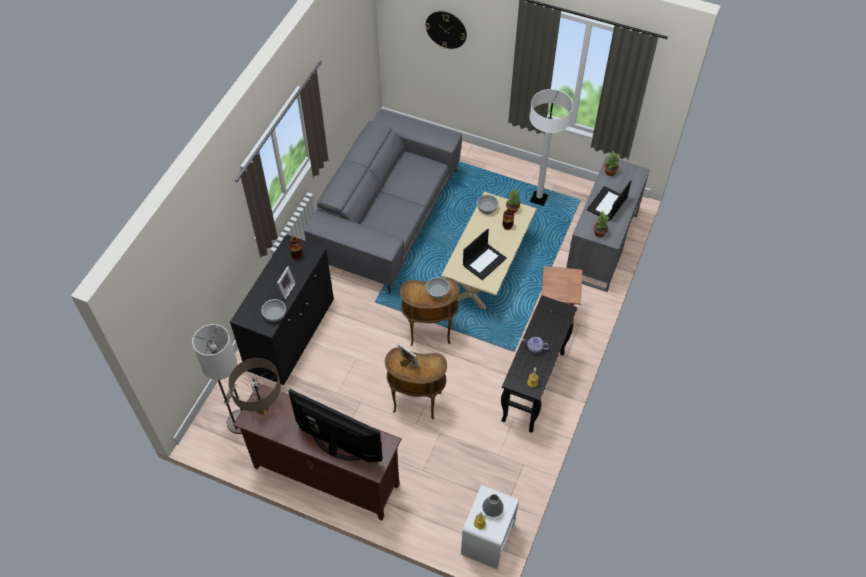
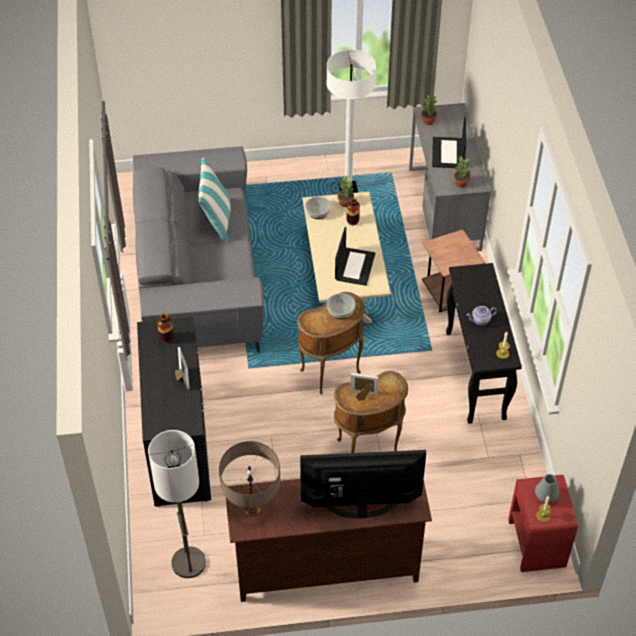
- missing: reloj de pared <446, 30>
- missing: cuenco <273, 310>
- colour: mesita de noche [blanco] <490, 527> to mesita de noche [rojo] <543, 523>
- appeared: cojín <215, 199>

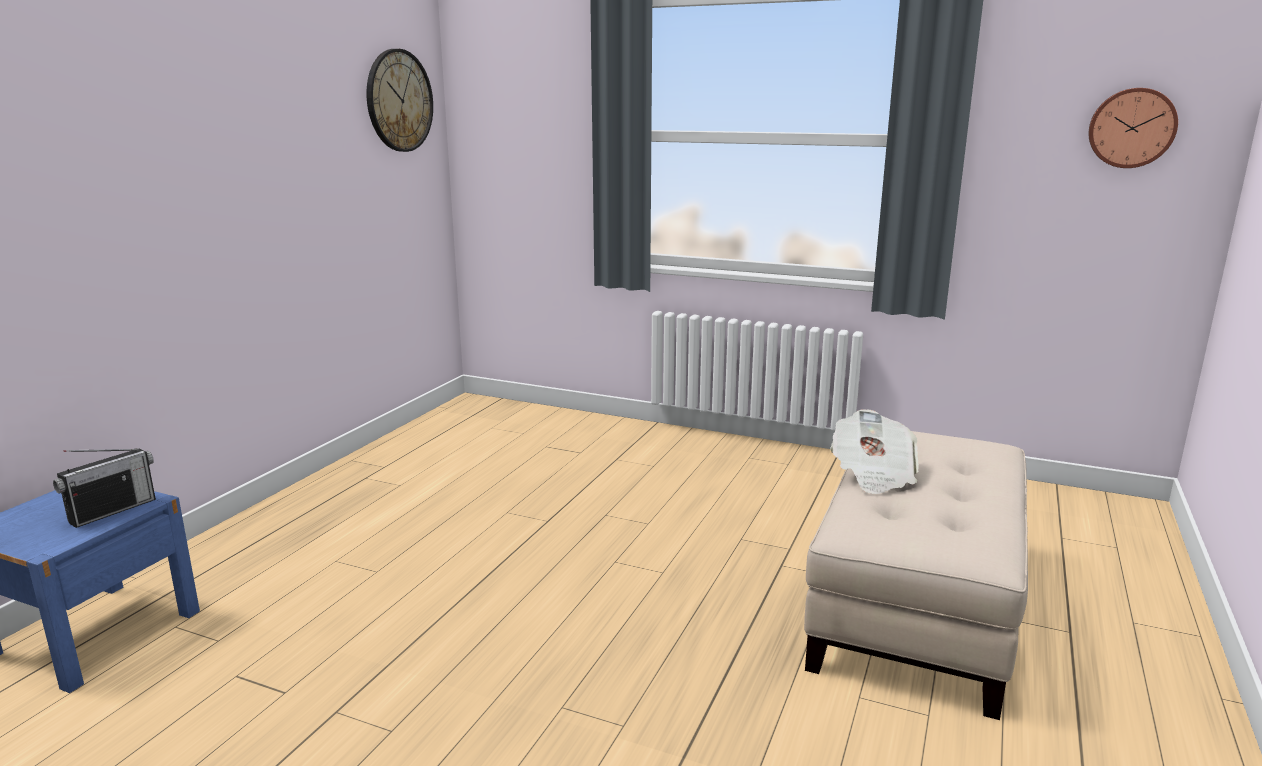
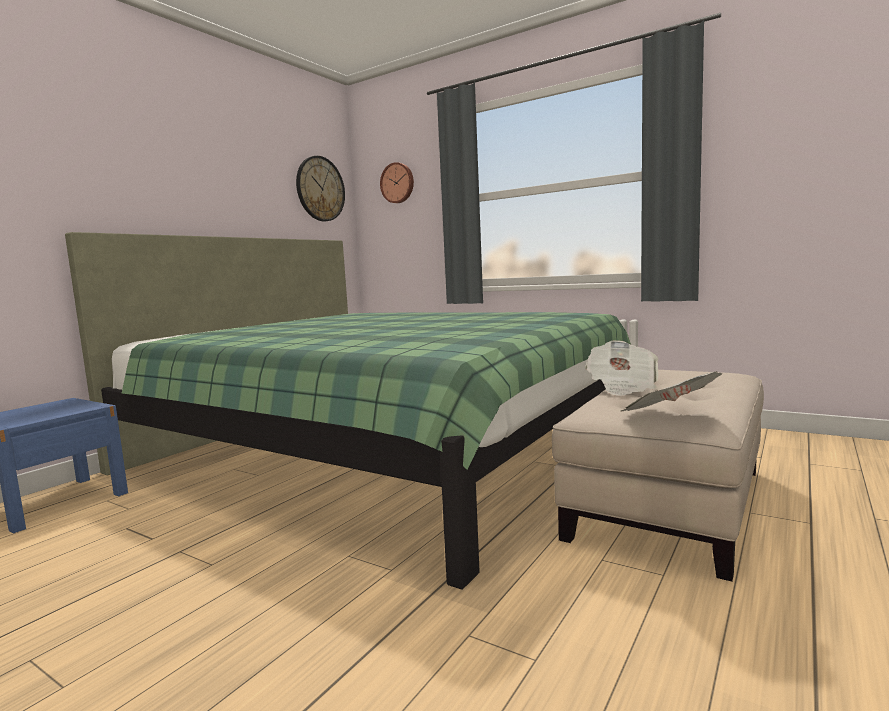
- relocated: reloj de pared <1133, 128> to <397, 182>
- missing: radio <104, 488>
- appeared: cama [verde] <348, 411>
- appeared: periódico <671, 391>

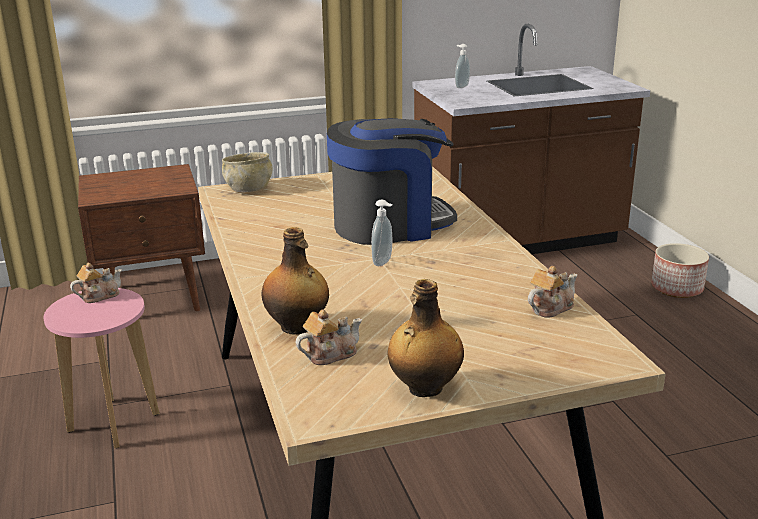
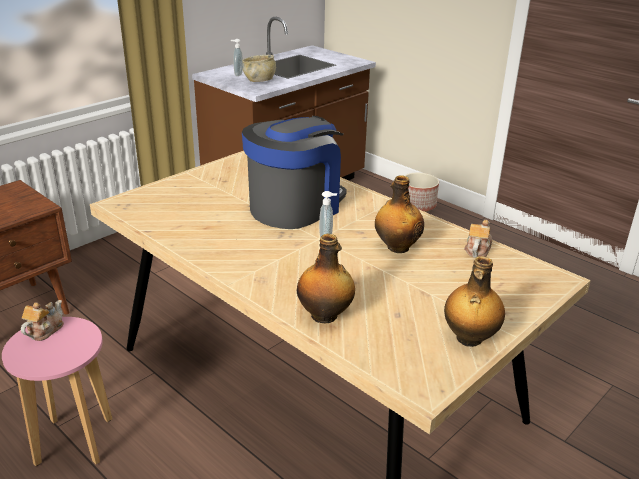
- relocated: cuenco [beis] <247, 172> to <259, 68>
- missing: tetera <329, 337>
- appeared: botella <399, 214>

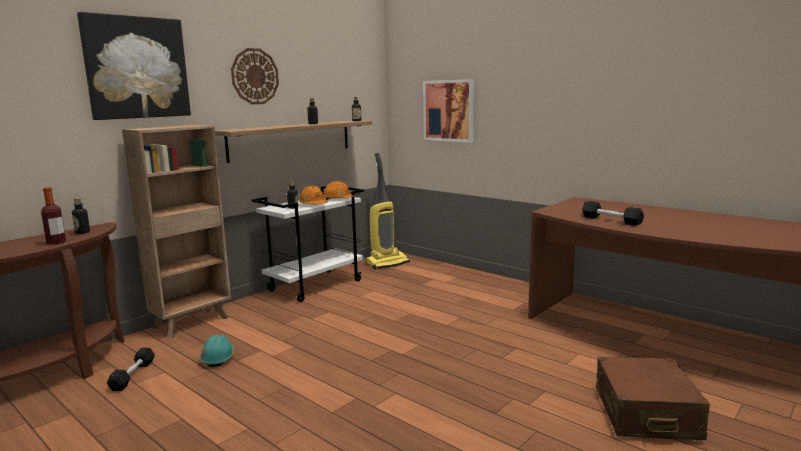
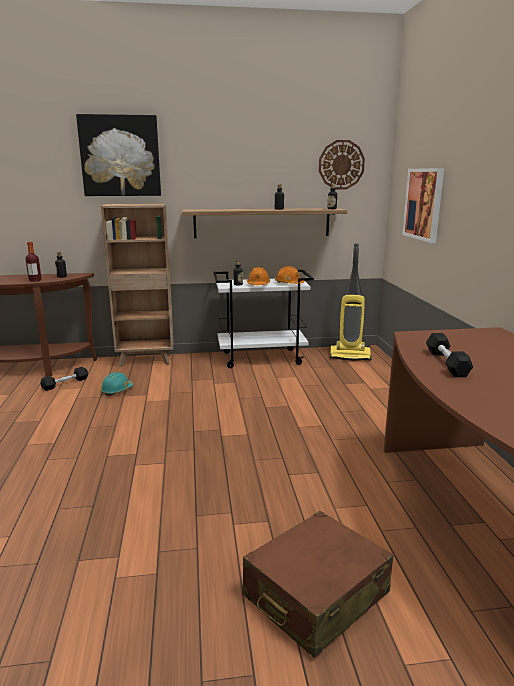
- relocated: reloj de pared <255, 76> to <342, 165>

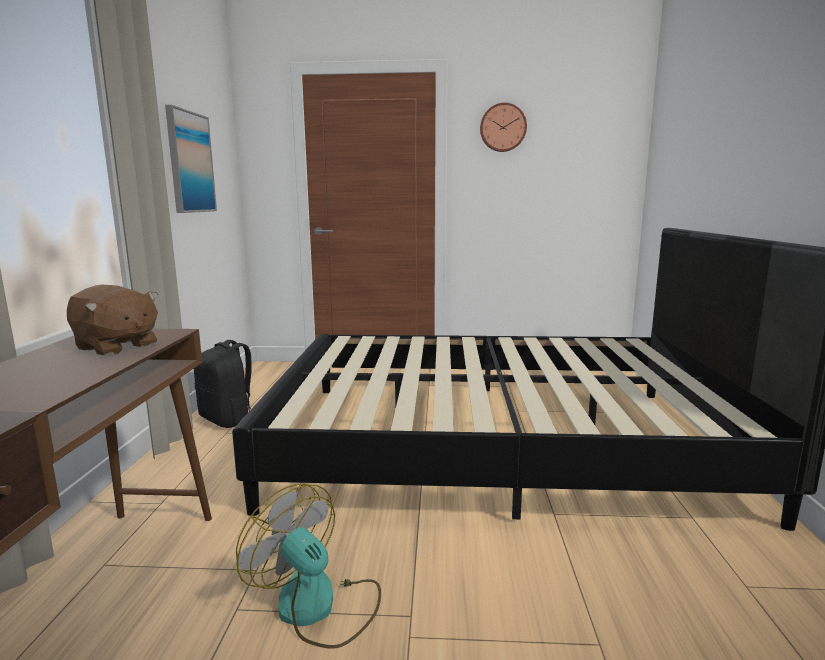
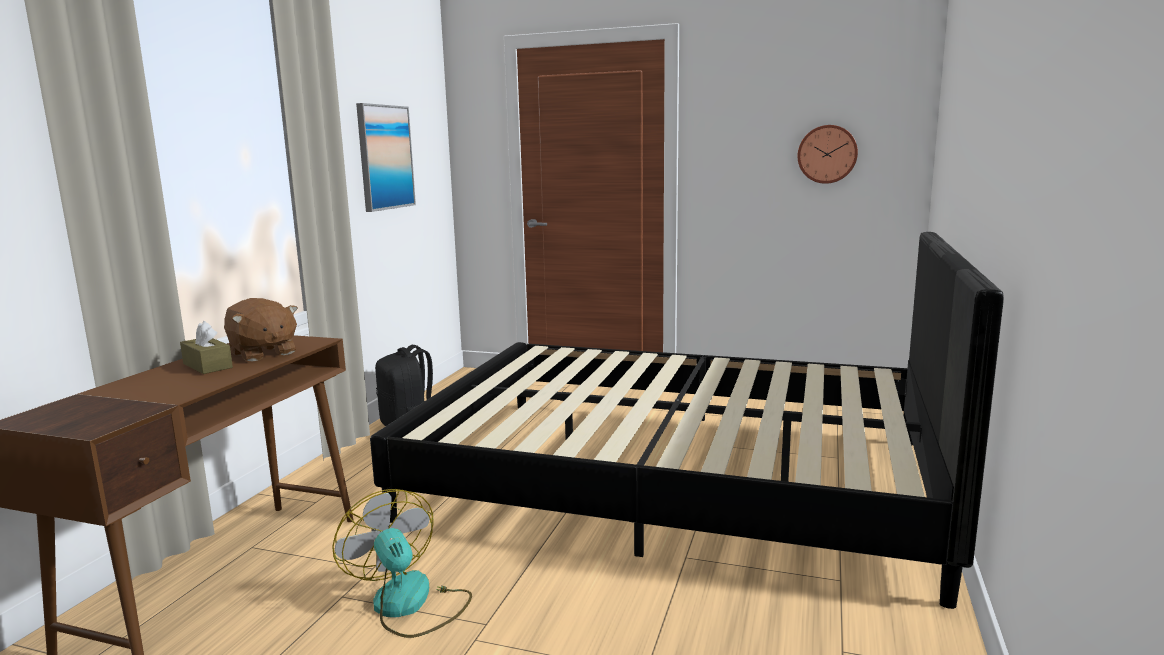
- relocated: reloj de pared <503, 127> to <828, 154>
- appeared: caja de pañuelos [marrón] <206, 347>

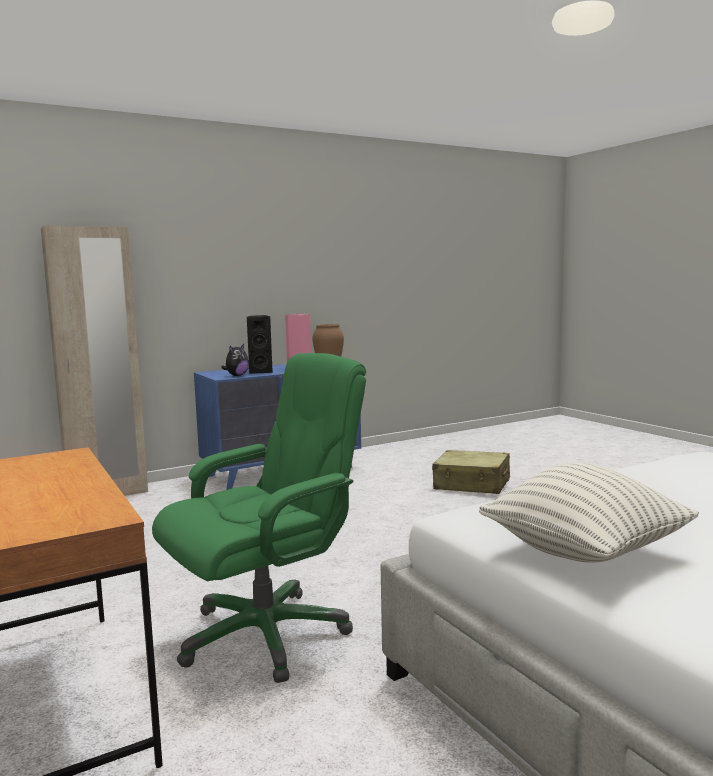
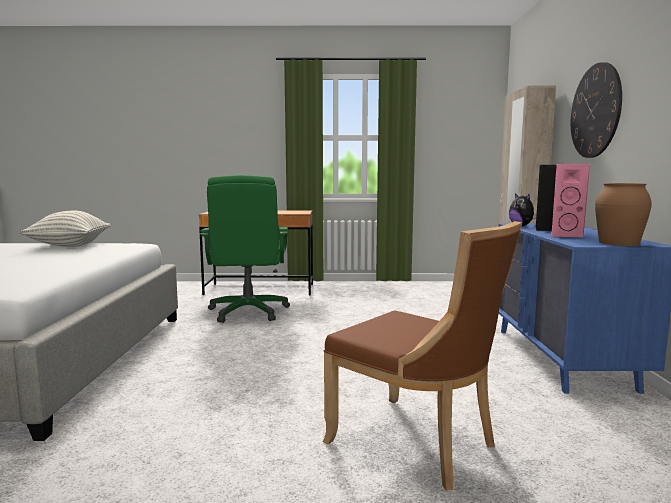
- exchanged: maleta [beis] <471, 472> to silla [marrón] <422, 356>
- appeared: reloj de pared <596, 110>

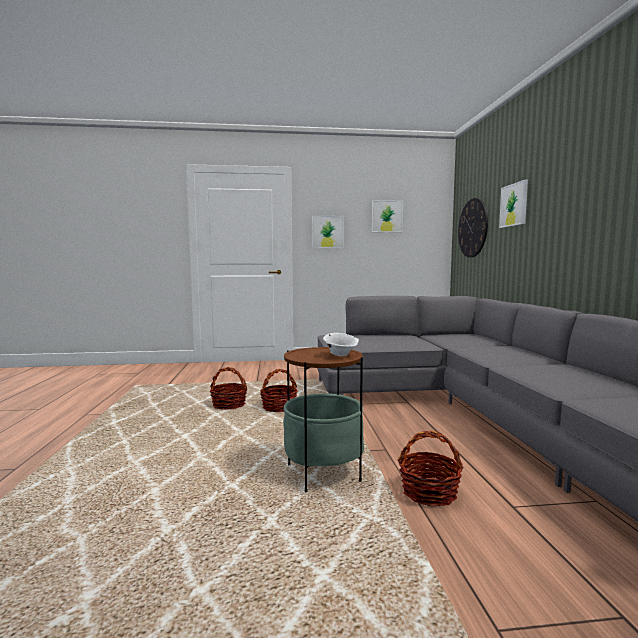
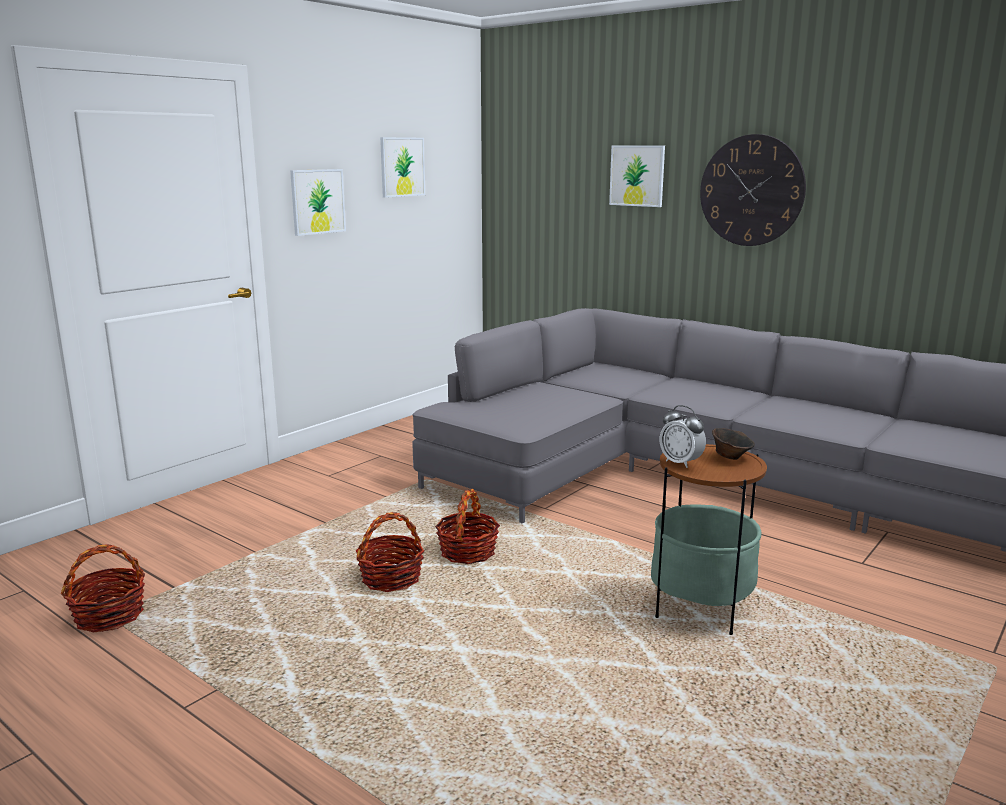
- relocated: reloj de pared <473, 228> to <753, 190>
- colour: cuenco [blanco] <341, 344> to cuenco [marrón] <733, 444>
- relocated: cesta <430, 468> to <103, 588>
- appeared: despertador <683, 436>

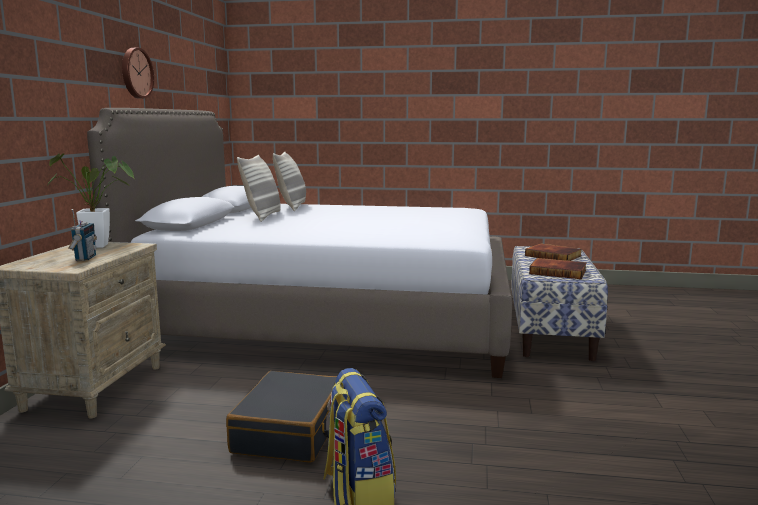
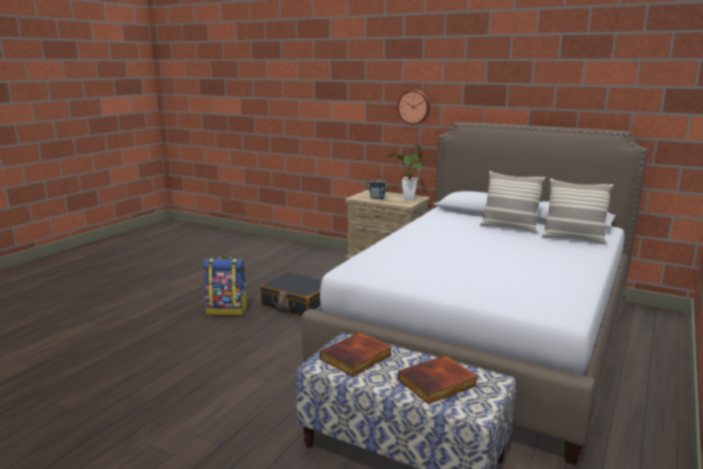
- relocated: reloj de pared <138, 73> to <413, 107>

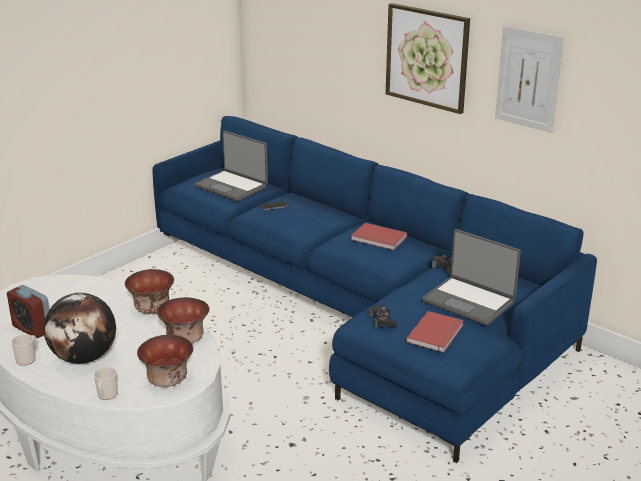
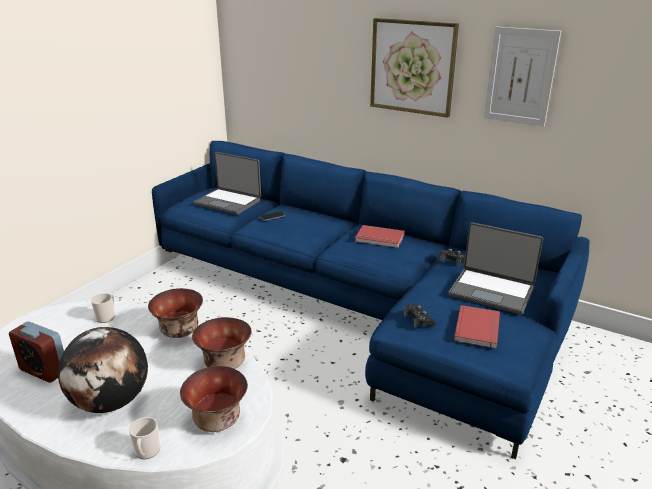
- relocated: taza grande <23, 350> to <103, 308>

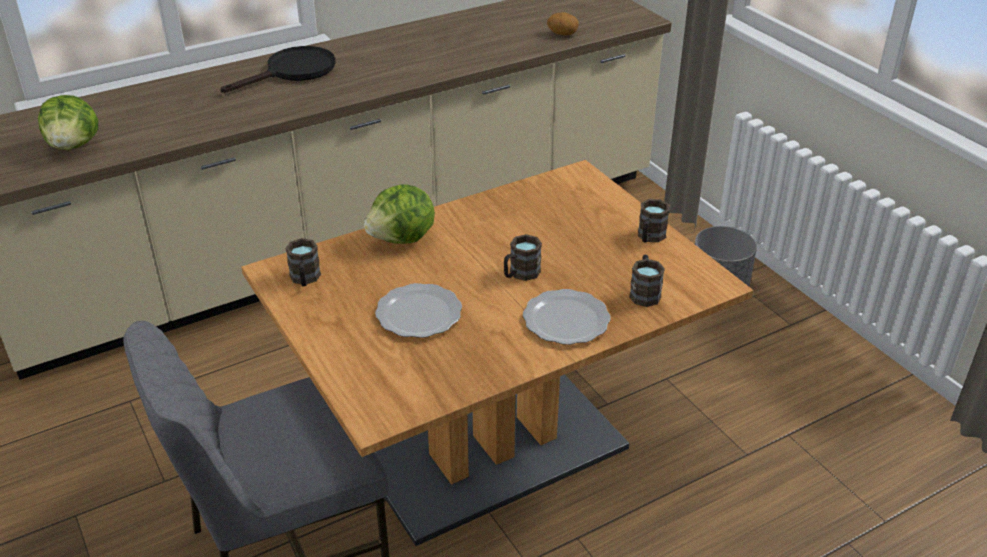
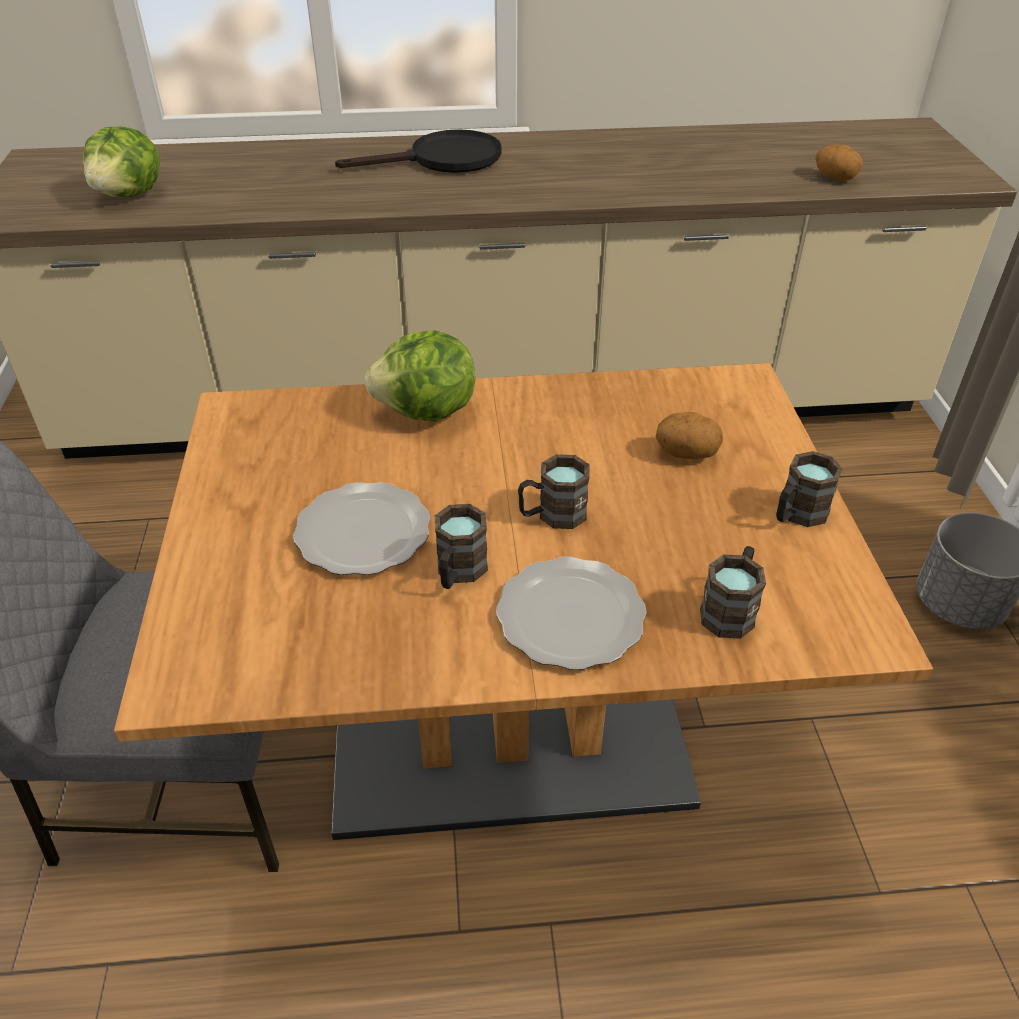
- relocated: taza grande [marrón] <303, 262> to <461, 546>
- appeared: patata <689, 435>

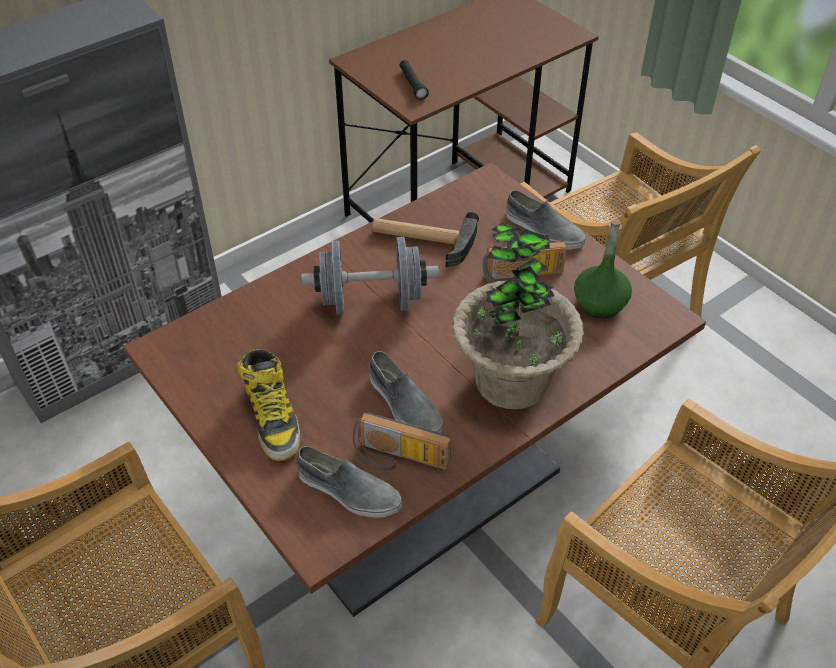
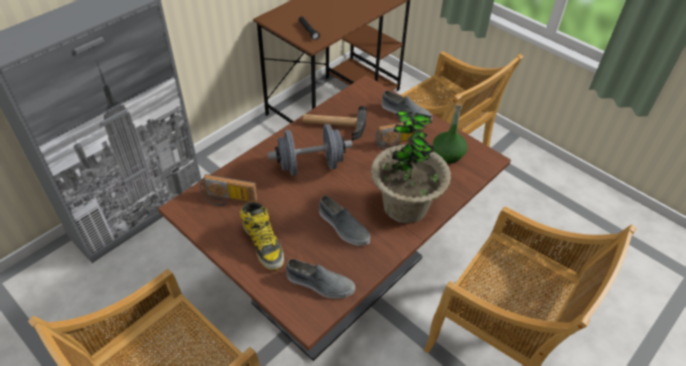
- relocated: radio <402, 441> to <228, 190>

